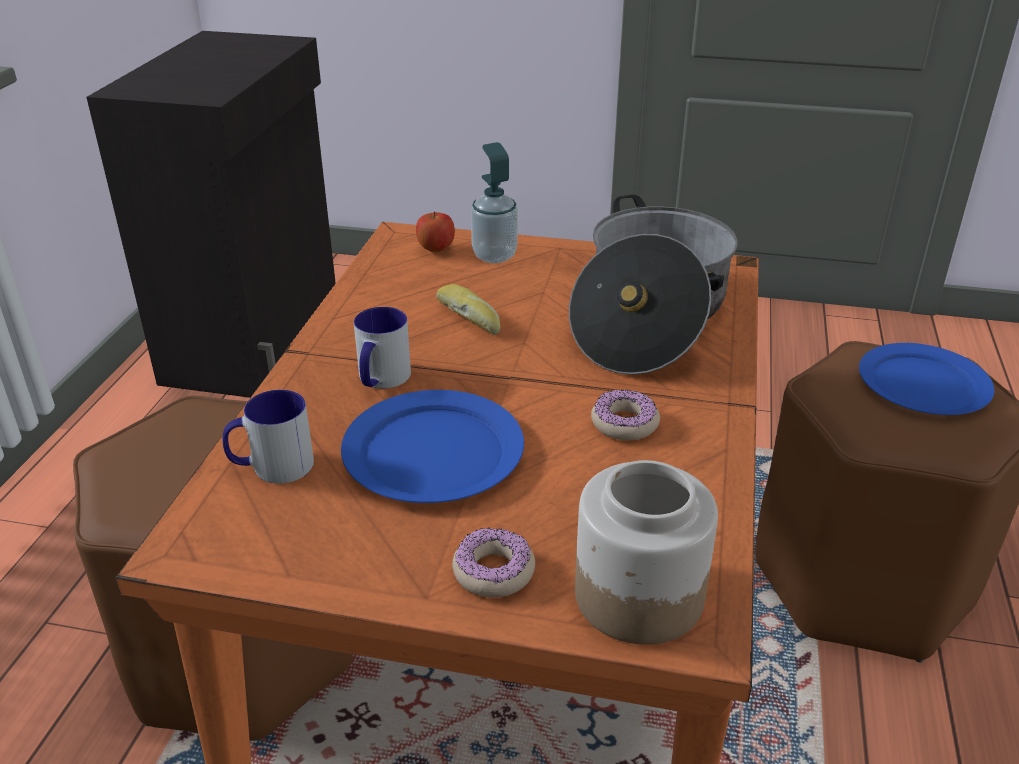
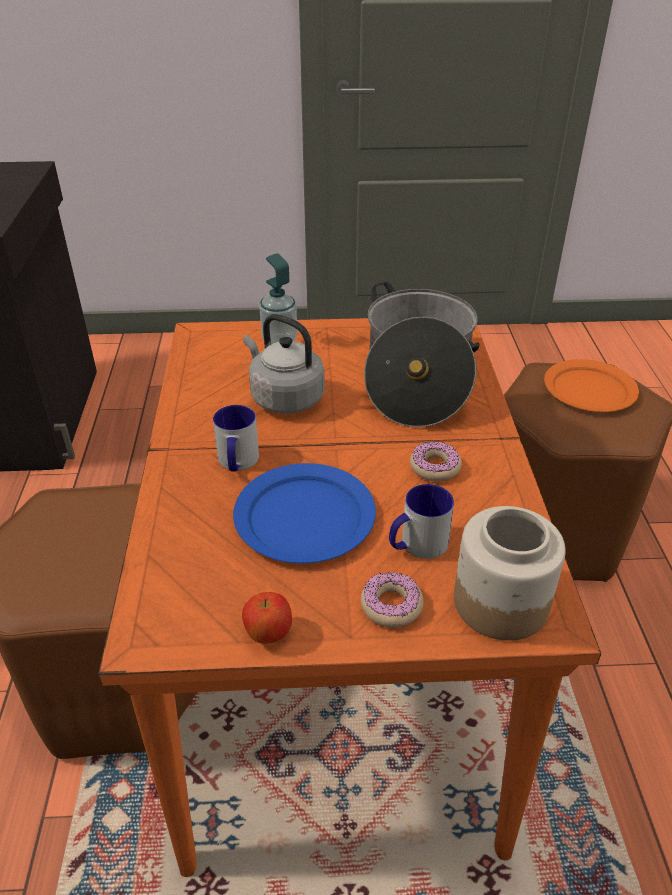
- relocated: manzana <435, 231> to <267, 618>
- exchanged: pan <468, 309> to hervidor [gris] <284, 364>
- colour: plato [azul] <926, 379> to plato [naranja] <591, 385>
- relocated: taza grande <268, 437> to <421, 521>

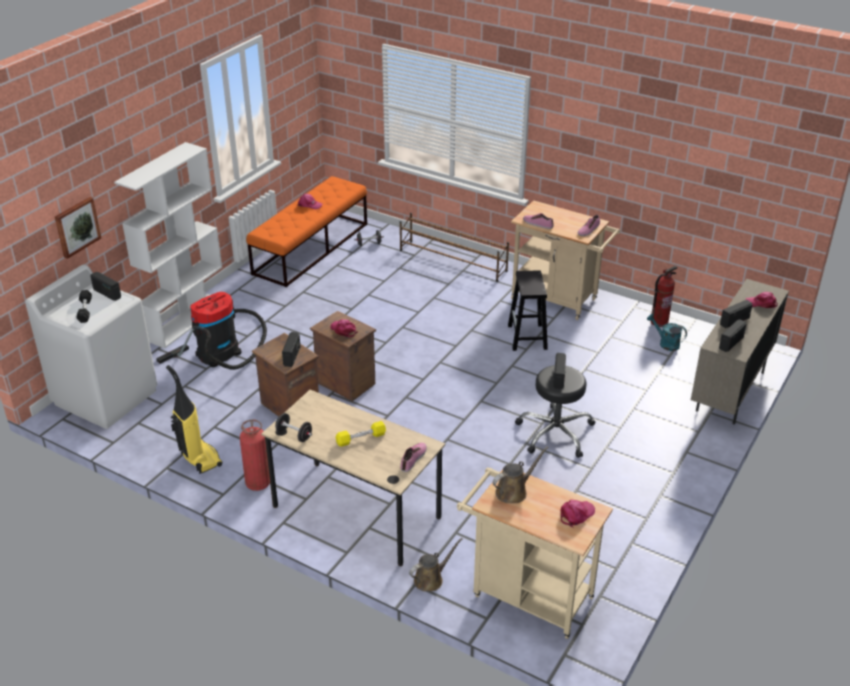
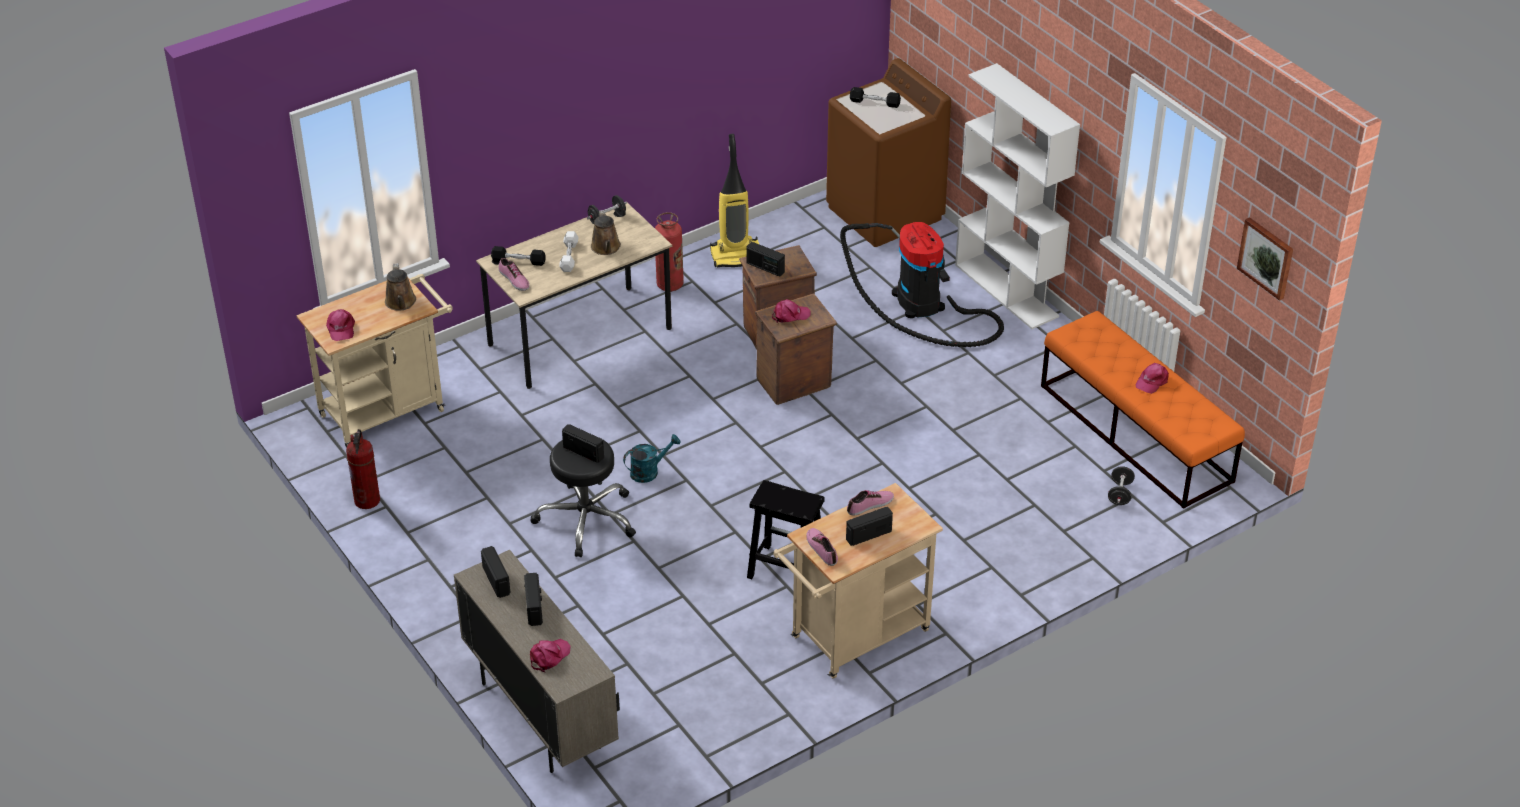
- relocated: cuadro <78, 228> to <1265, 259>
- missing: zapatero [marrón] <454, 247>
- colour: lavadora [blanco] <91, 347> to lavadora [marrón] <888, 152>
- relocated: extintor <664, 296> to <363, 469>
- relocated: radio <105, 286> to <869, 526>
- relocated: regadera [turquesa] <667, 332> to <652, 458>
- colour: mancuerna [amarillo] <361, 434> to mancuerna [blanco] <569, 251>
- relocated: regadera [marrón] <436, 564> to <606, 232>
- appeared: mancuerna [negro] <518, 256>

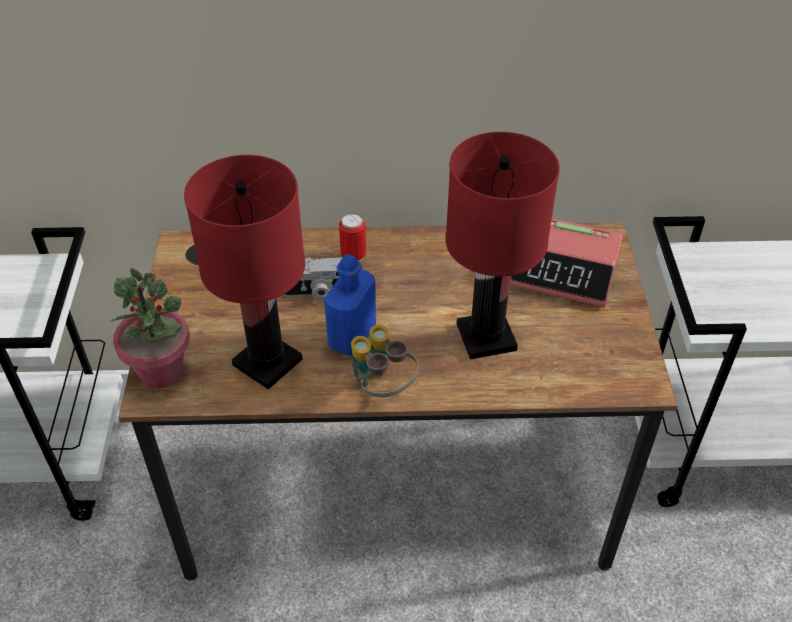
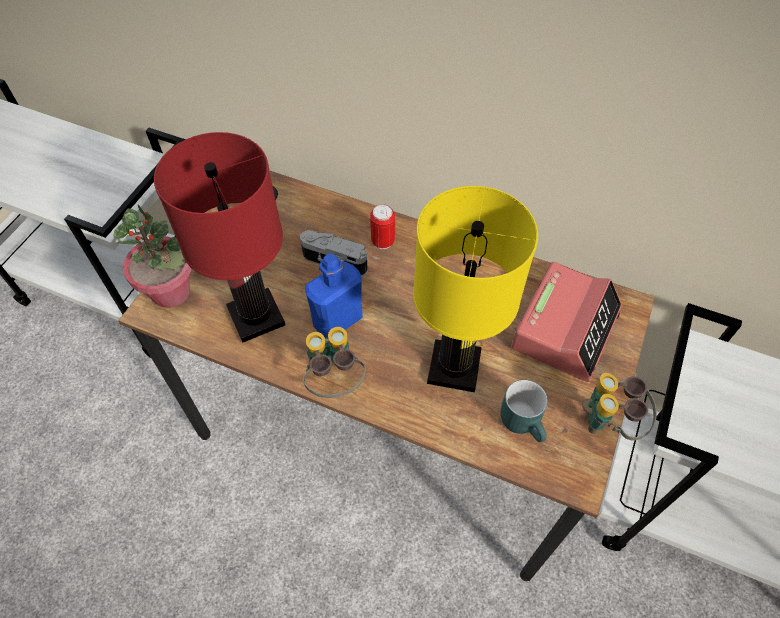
- colour: lámpara de mesa [rojo] <503, 245> to lámpara de mesa [amarillo] <475, 289>
- spun: despertador <566, 263> = <566, 322> 105 degrees counterclockwise
- appeared: prismáticos <619, 407>
- appeared: taza grande [turquesa] <524, 411>

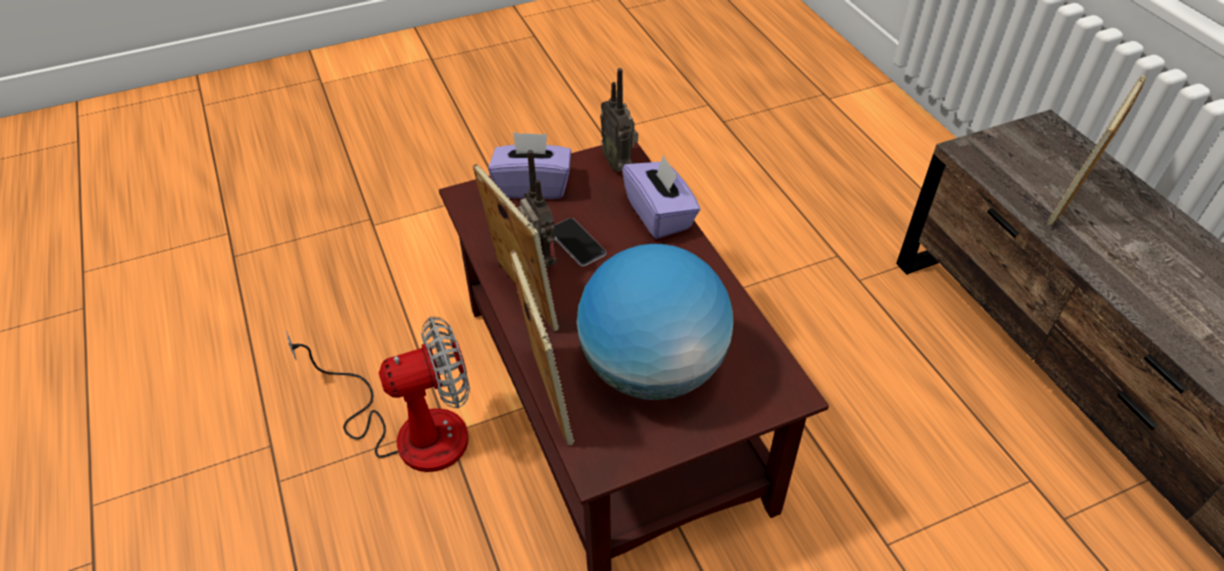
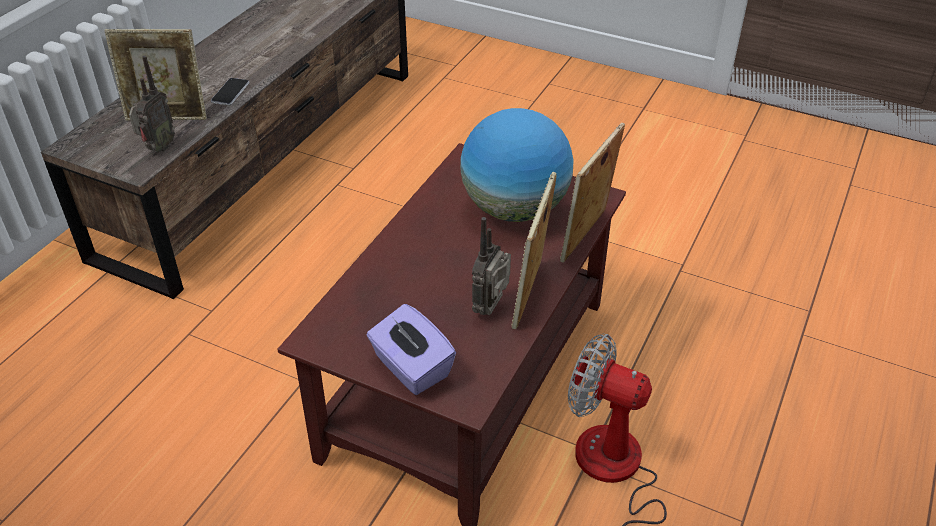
- relocated: radio <619, 120> to <152, 103>
- missing: caja de pañuelos [morado] <661, 197>
- relocated: móvil <580, 242> to <230, 91>

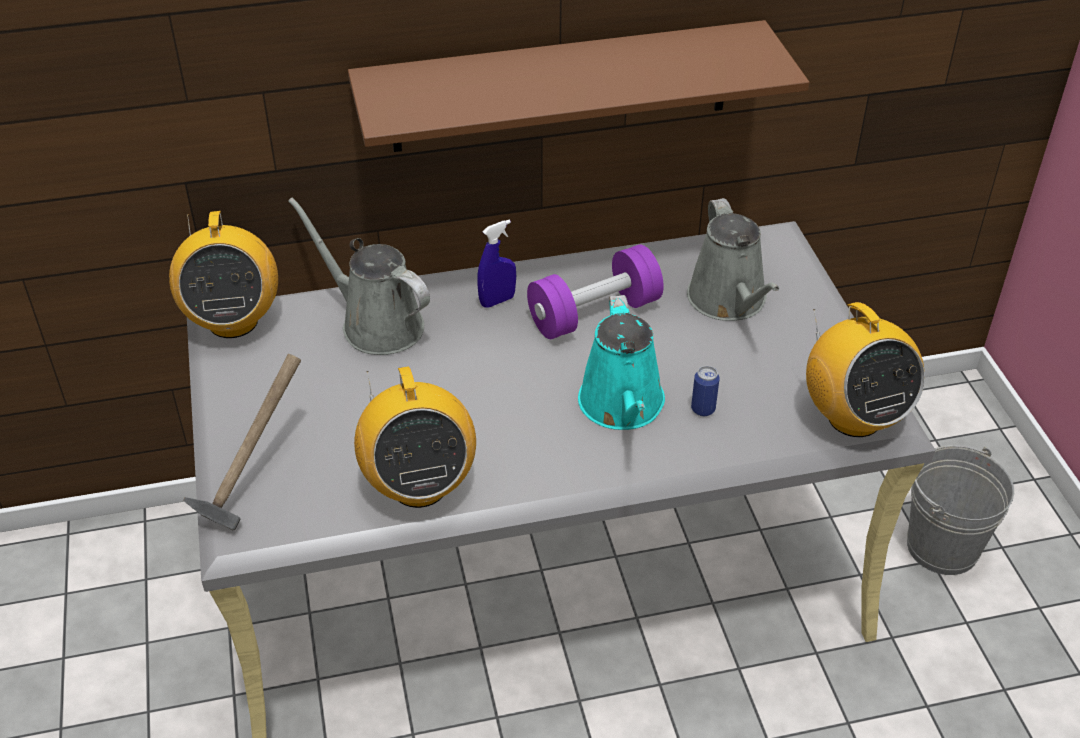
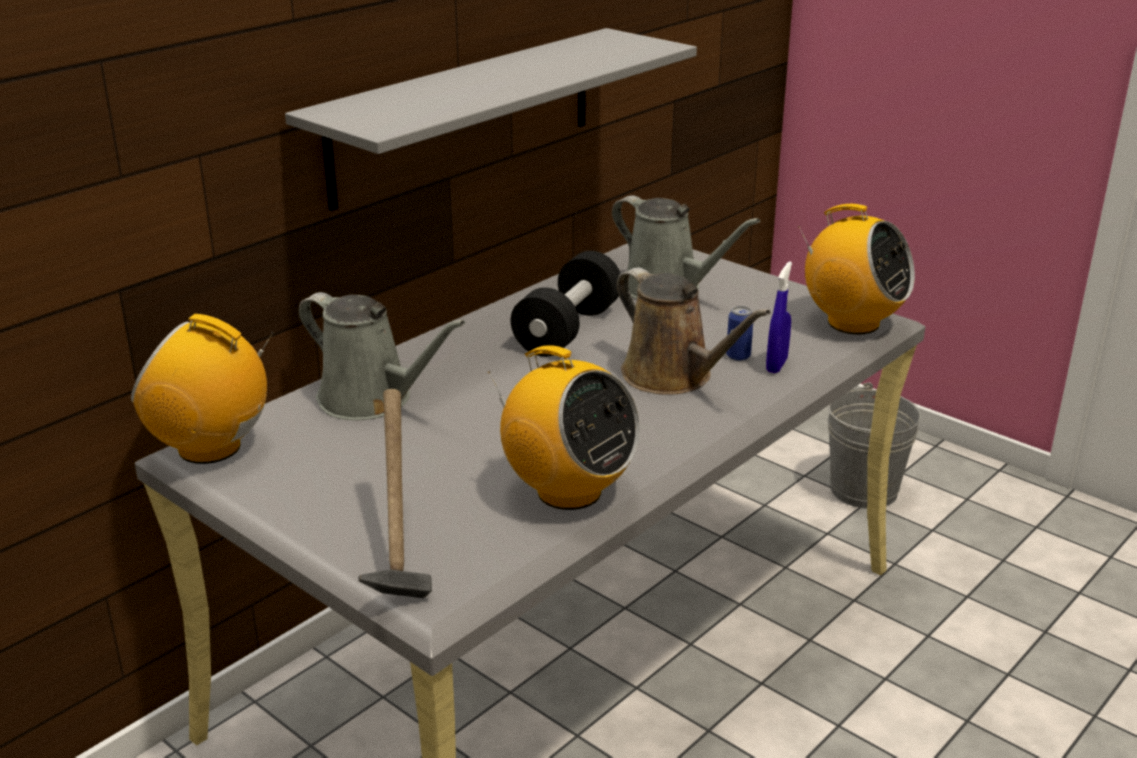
- colour: estante [marrón] <579, 86> to estante [gris] <491, 119>
- spun: regadera [gris] <359, 276> = <382, 356> 150 degrees counterclockwise
- spun: radio <223, 274> = <202, 389> 150 degrees clockwise
- relocated: pulverizador [azul] <496, 264> to <779, 317>
- colour: mancuerna [morado] <595, 291> to mancuerna [negro] <566, 304>
- colour: regadera [turquesa] <621, 362> to regadera [marrón] <693, 331>

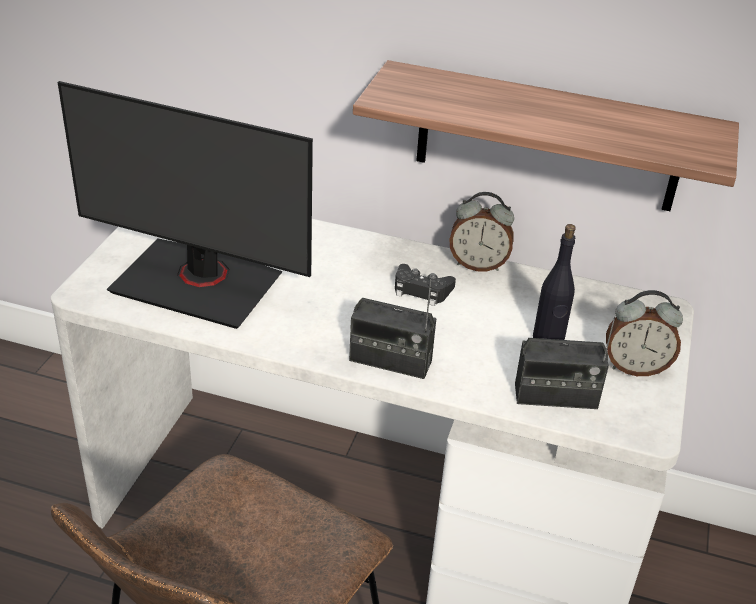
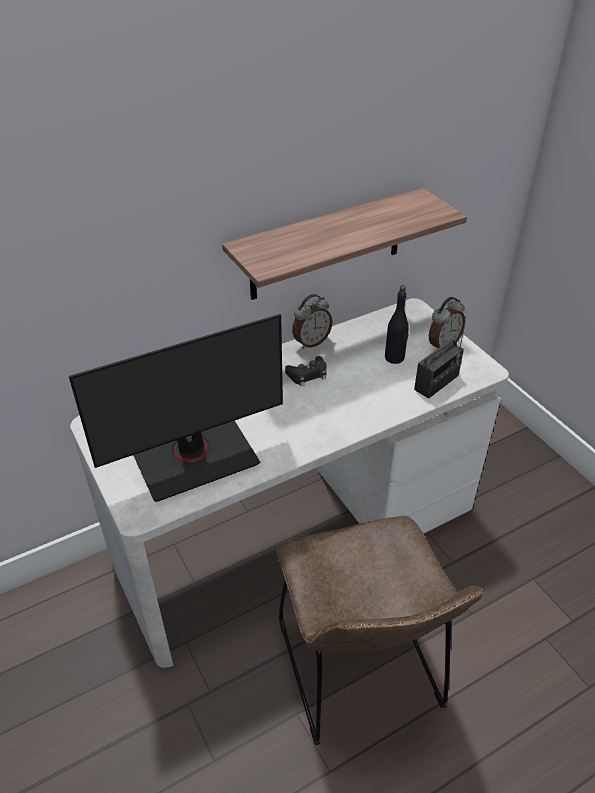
- missing: radio <392, 329>

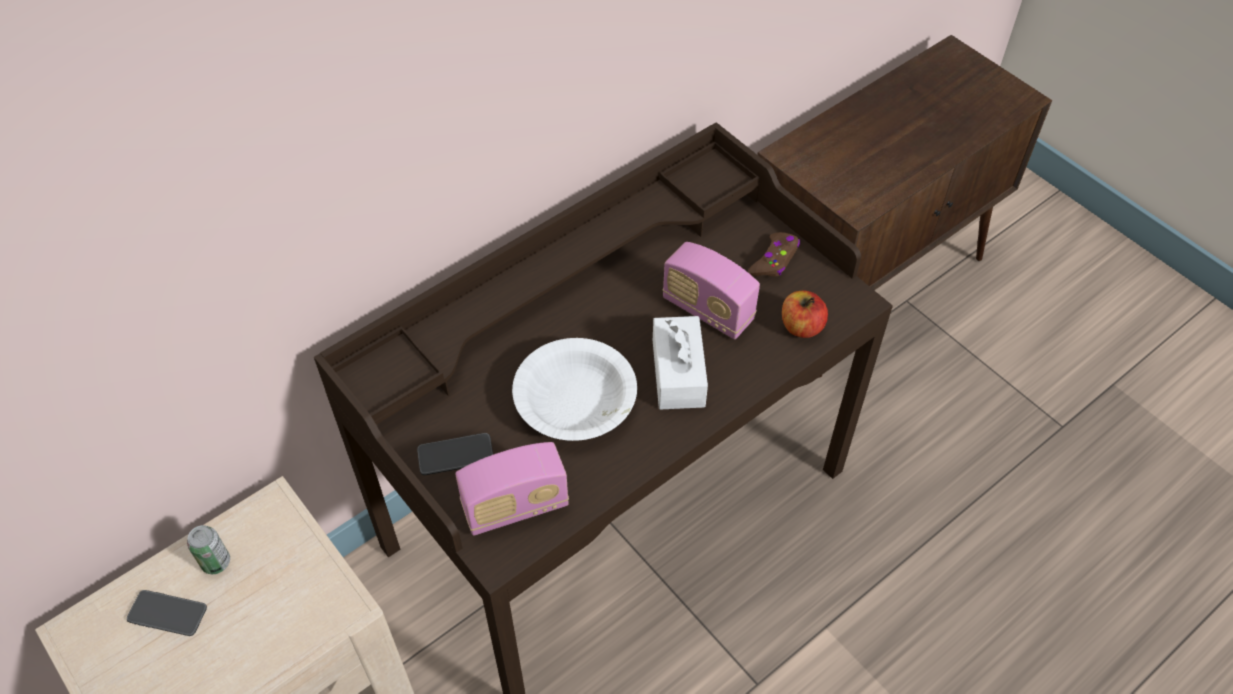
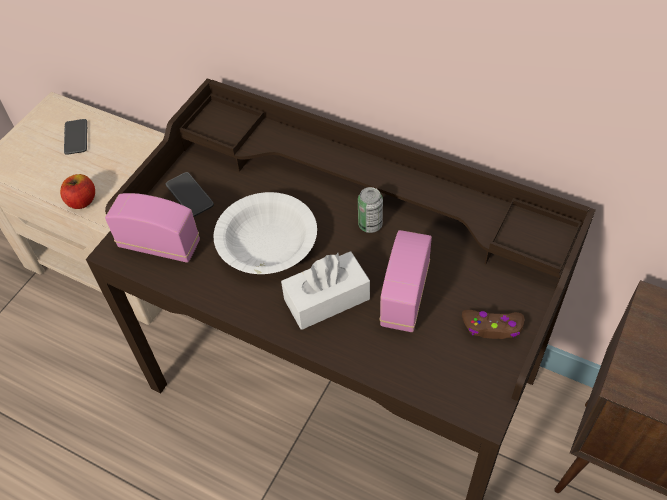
- relocated: manzana <805, 314> to <77, 191>
- spun: radio <512, 489> = <152, 228> 150 degrees clockwise
- relocated: lata <208, 549> to <370, 210>

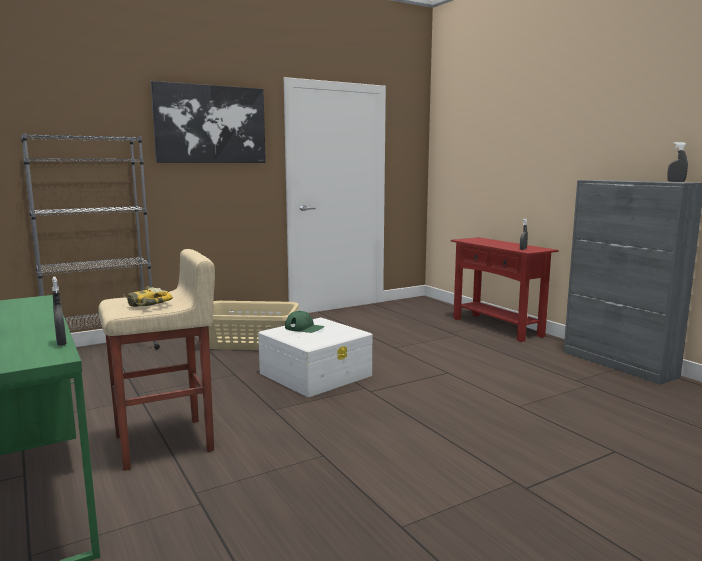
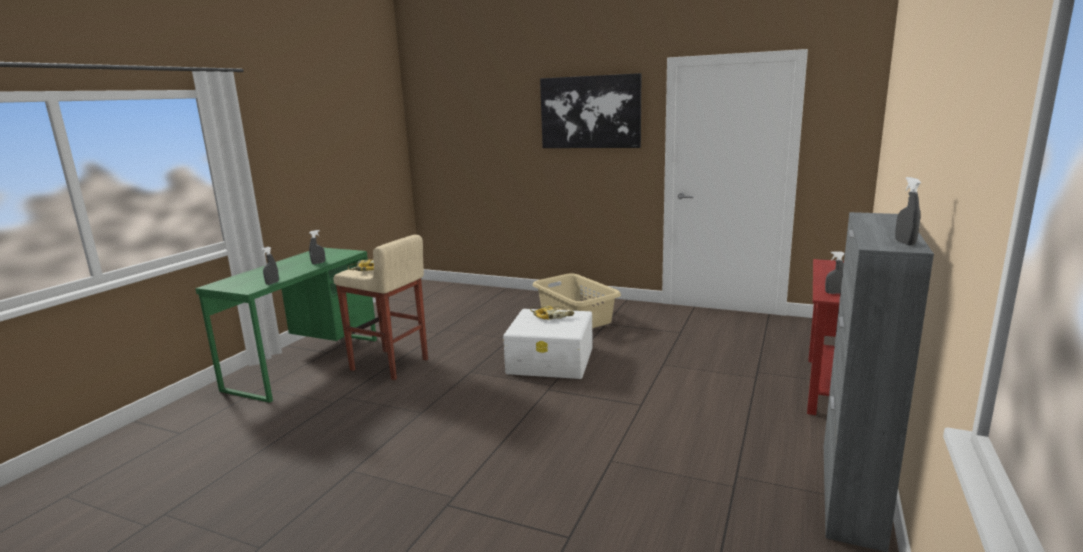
- missing: estantería [gris] <90, 241>
- exchanged: gorra [verde] <305, 322> to taladro <552, 312>
- appeared: pulverizador [gris] <317, 247>

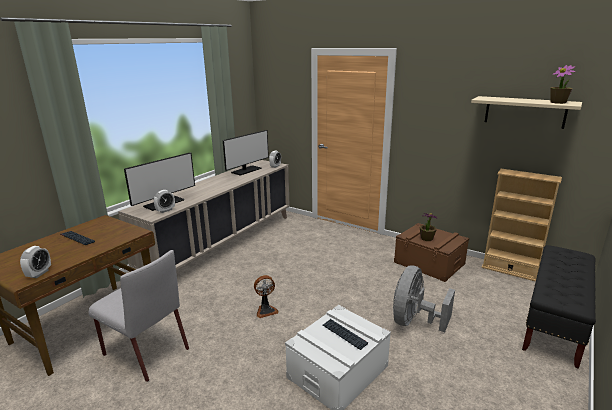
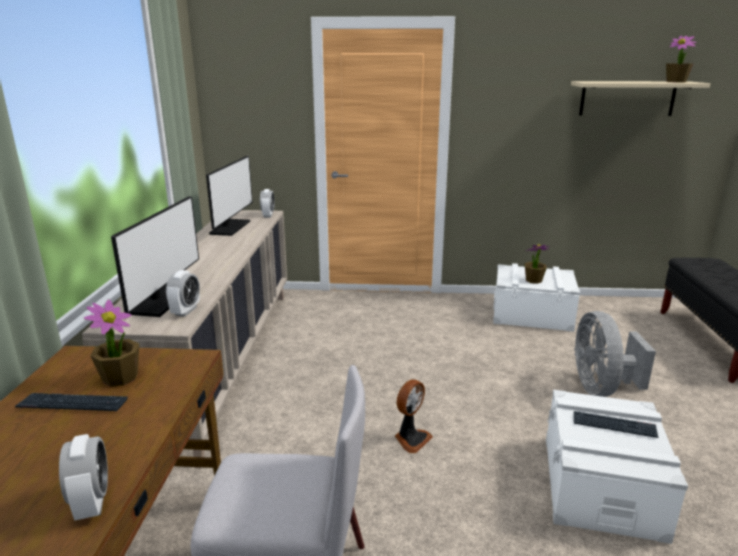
- missing: estantería [beis] <522, 225>
- colour: caja de almacenaje [marrón] <431, 252> to caja de almacenaje [blanco] <536, 297>
- appeared: planta en maceta <111, 343>

